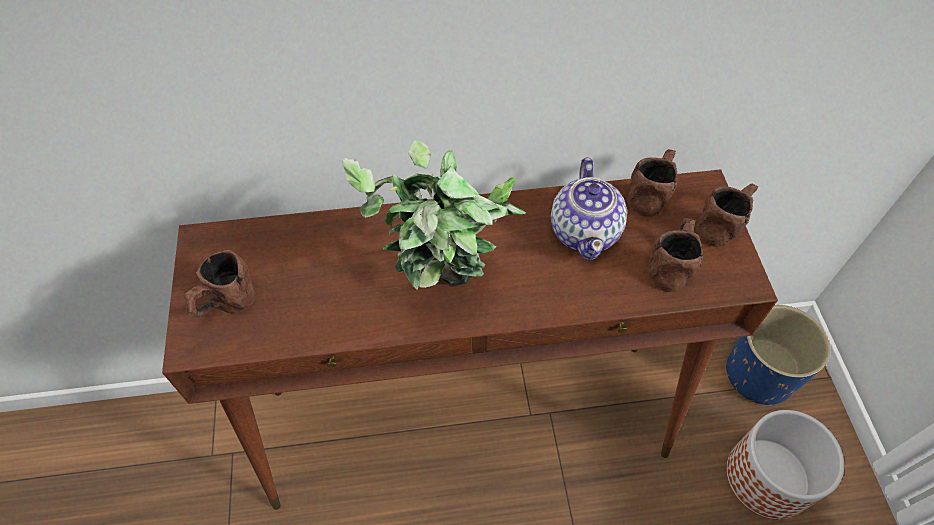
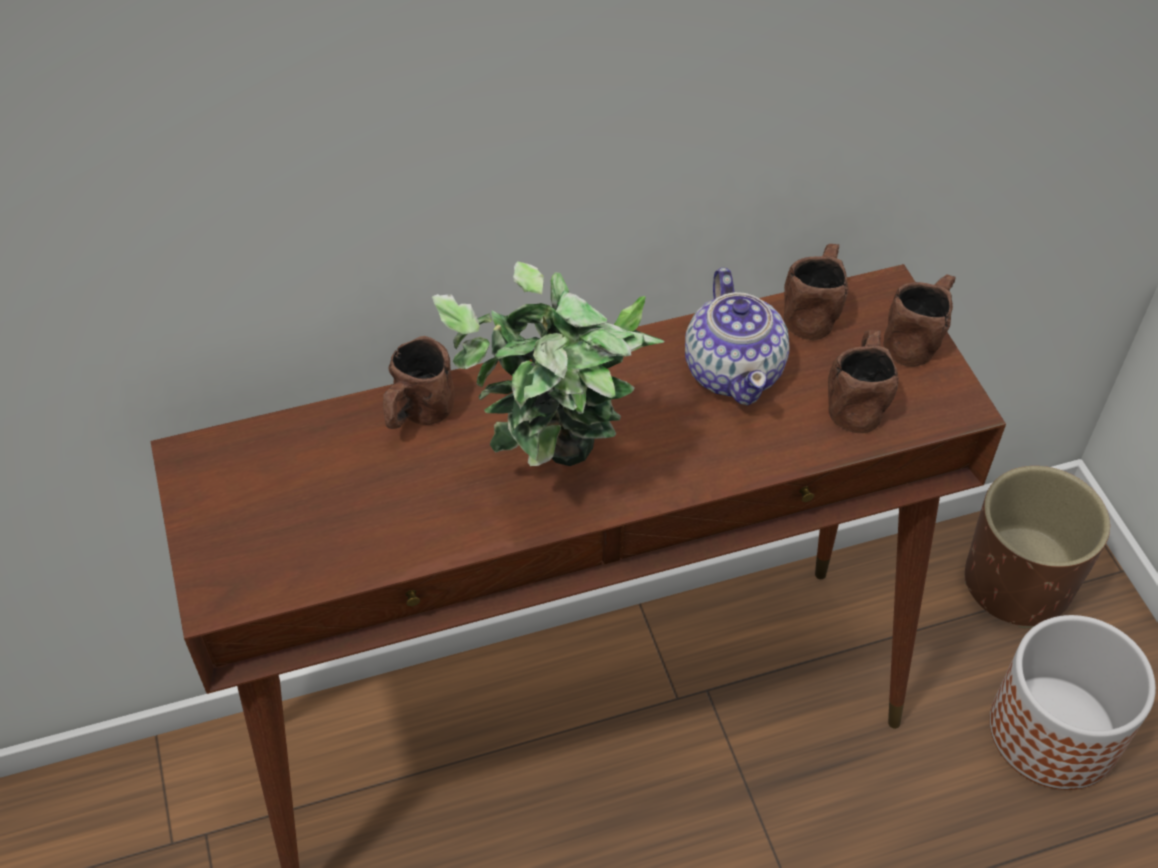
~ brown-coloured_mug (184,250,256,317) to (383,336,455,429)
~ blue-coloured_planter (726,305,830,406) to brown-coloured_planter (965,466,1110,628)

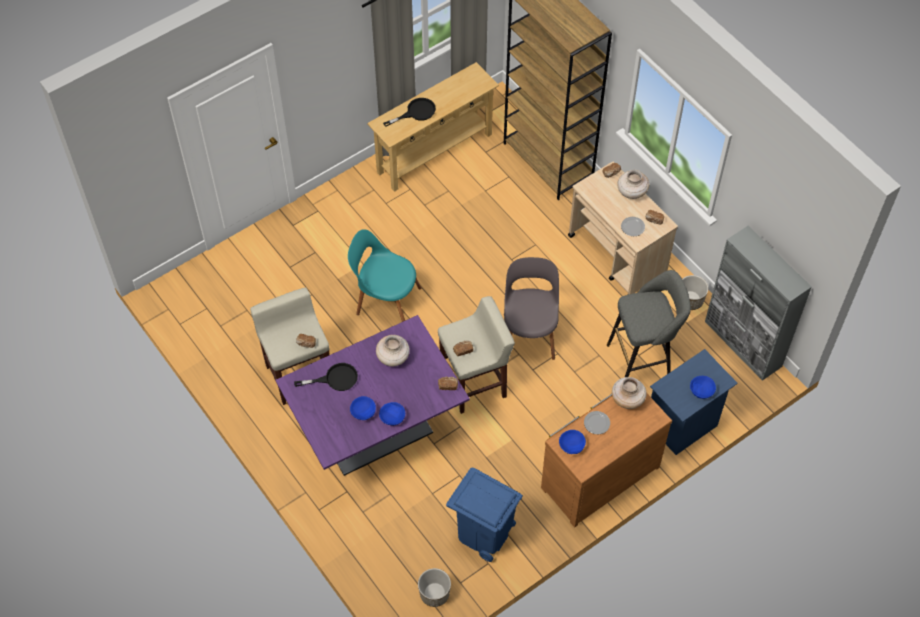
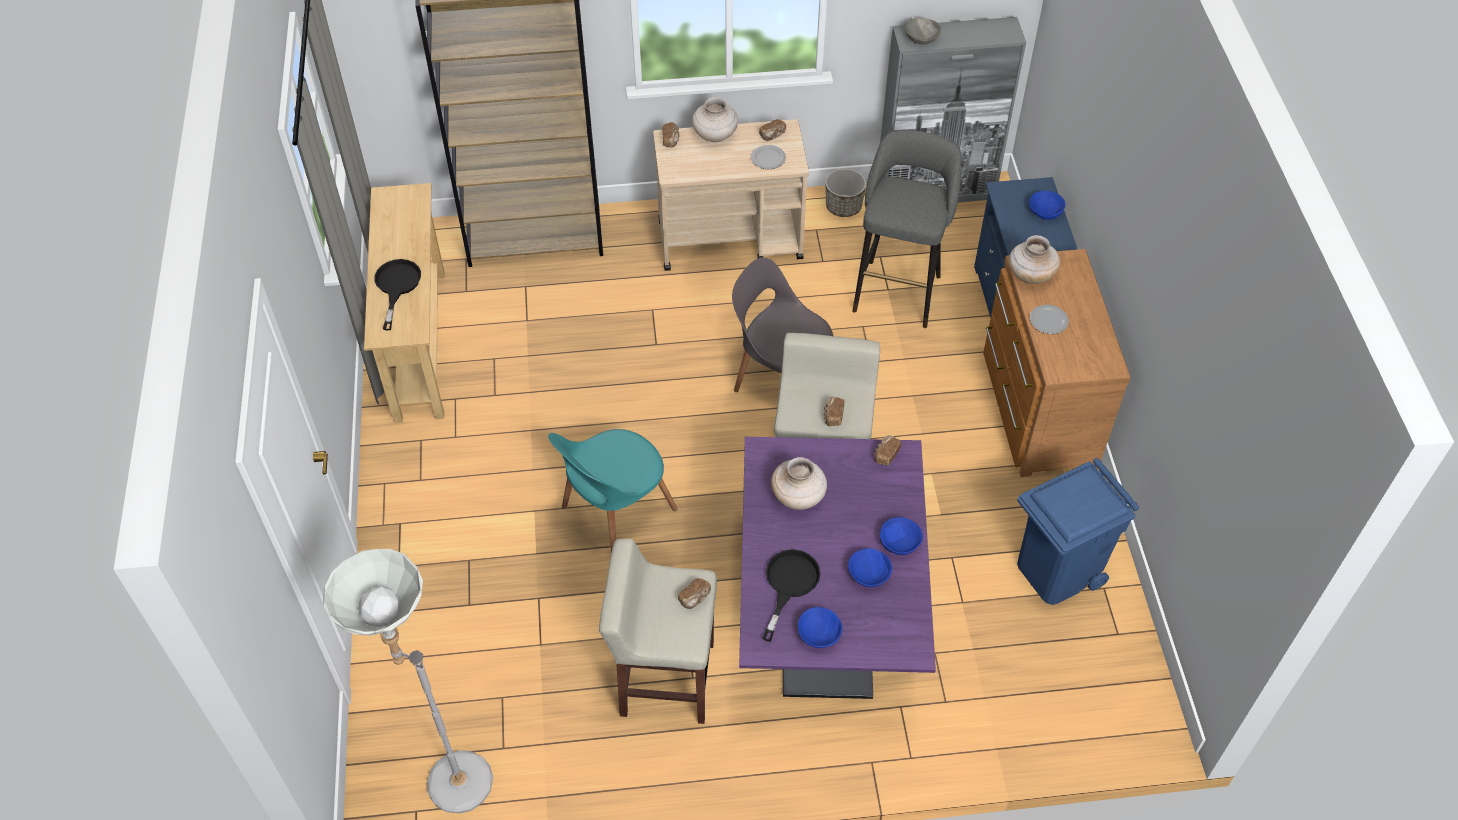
- planter (418,568,451,607)
~ blue-coloured_bowl (559,430,586,454) to (798,607,843,648)
+ grey_standard_lamp (323,549,493,813)
+ grey_bowl (905,17,941,44)

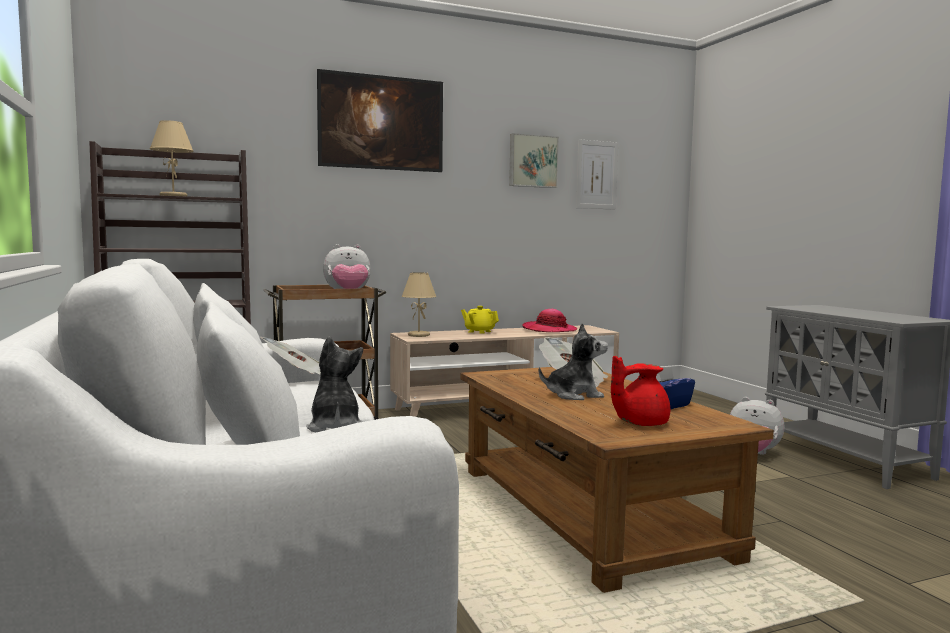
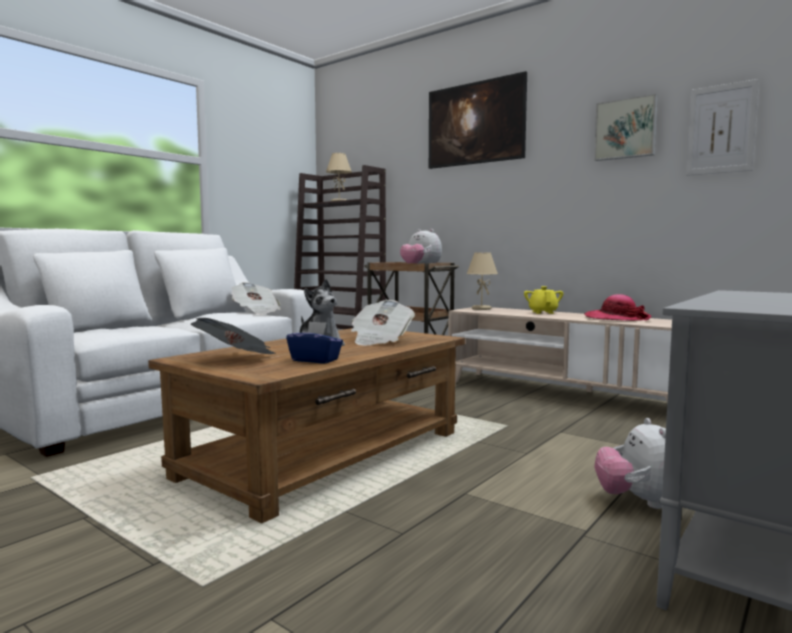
- soft_toy (306,336,363,432)
~ red_pot_for_tea (611,356,670,426) to printed_paper (191,318,276,354)

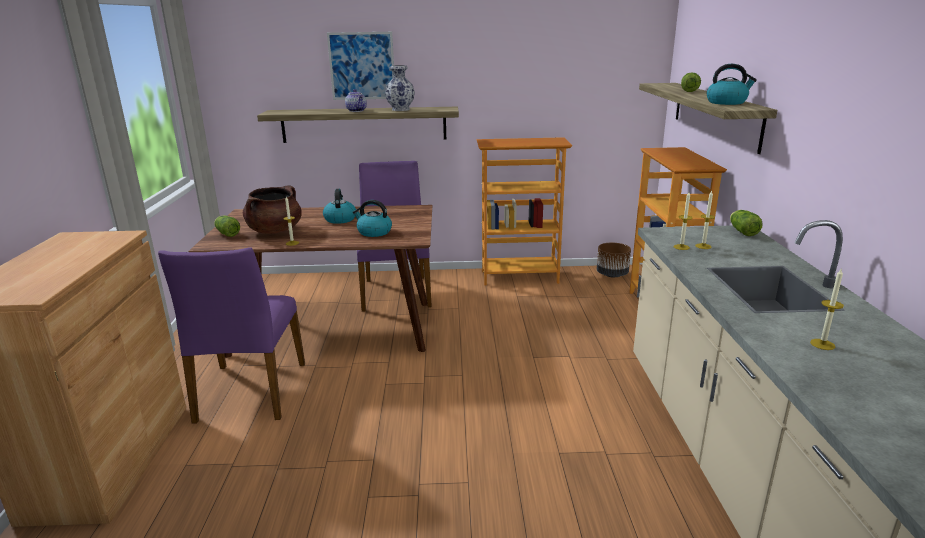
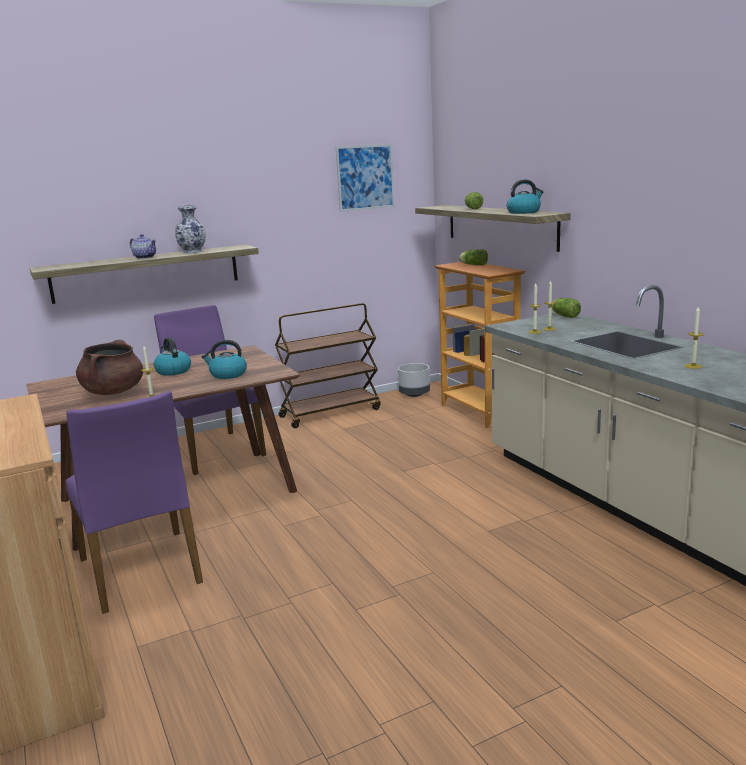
~ lettuce_head (214,216,240,237) to (459,249,488,265)
~ wall_art (327,32,394,100) to (336,144,395,212)
~ bookcase (476,137,572,286) to brown-coloured_cart (275,303,381,428)
~ brown-coloured_planter (597,243,631,277) to grey_planter (398,363,430,397)

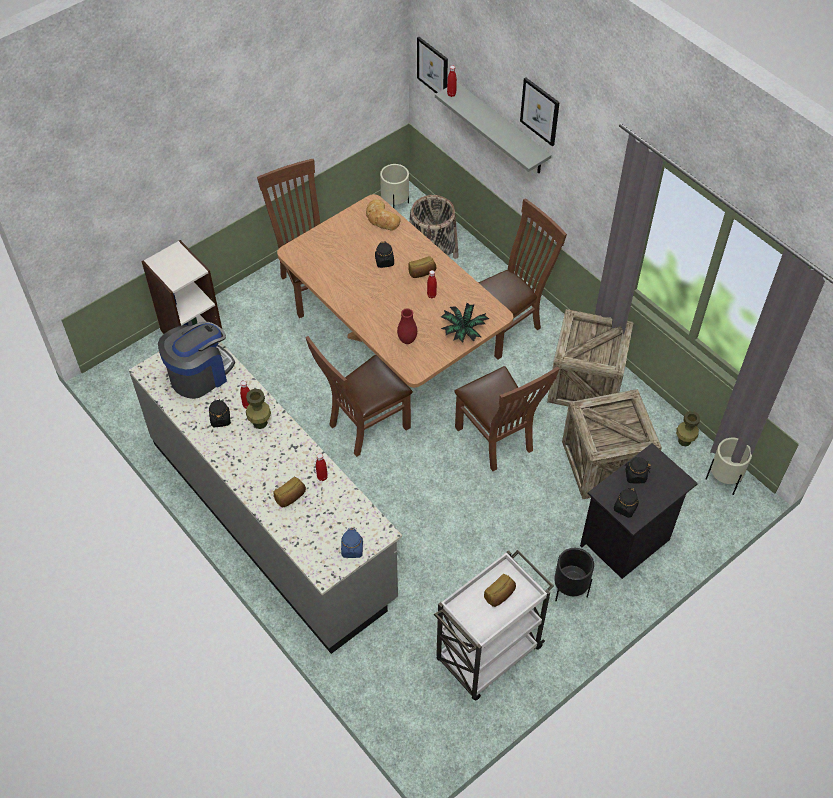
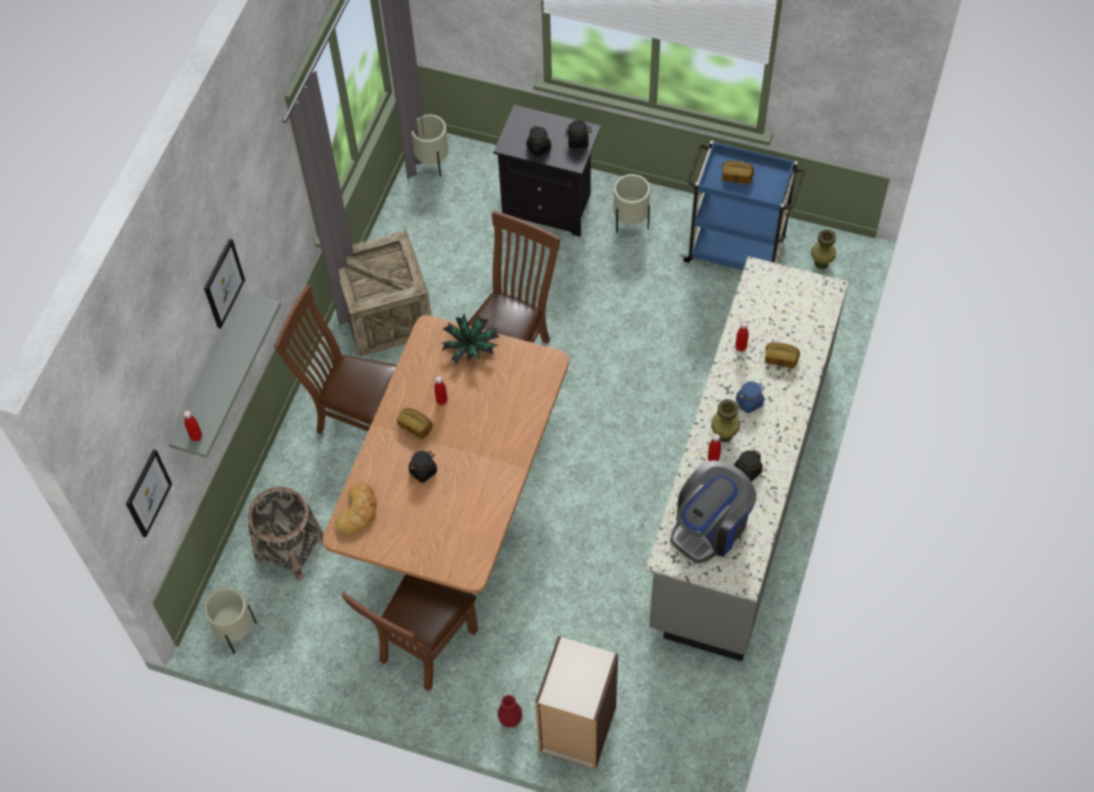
~ coffee_maker (158,322,235,399) = (670,460,756,564) 60 degrees counterclockwise
- brown-coloured_plain_chair (305,336,413,457)
~ blue-coloured_jar (341,528,363,558) to (736,381,765,413)
~ red_flower_vase (397,308,417,344) to (498,695,522,727)
~ whitish_cart (434,550,553,700) to blue-coloured_cart (680,141,805,270)
~ black-coloured_planter (554,548,594,601) to beige_planter (613,174,650,233)
- shipping_crate (562,389,662,499)
~ green-coloured_flower_vase (676,411,700,446) to (811,229,836,269)

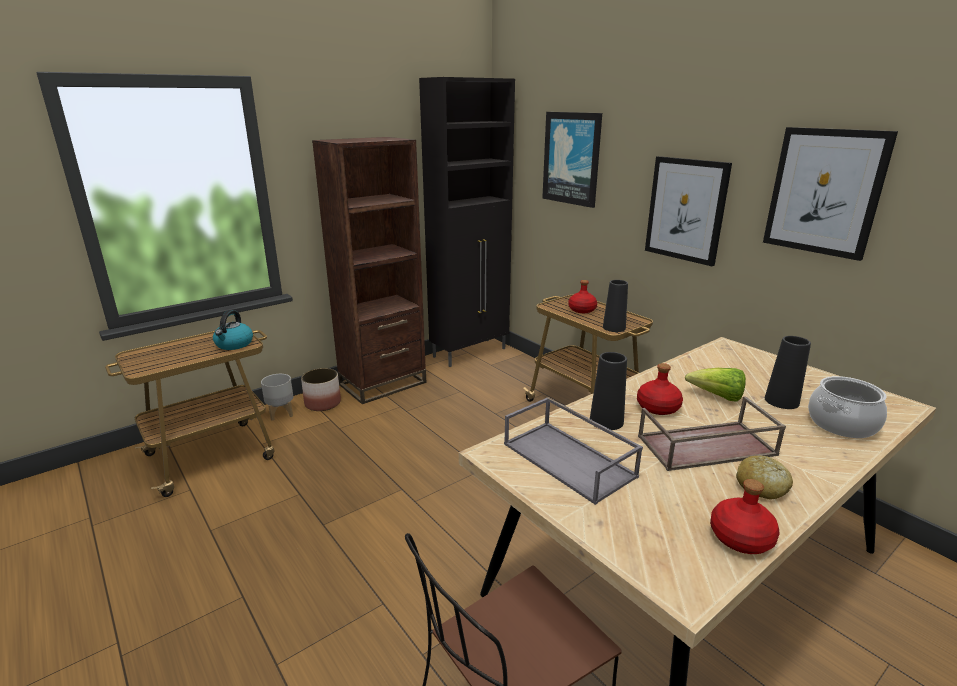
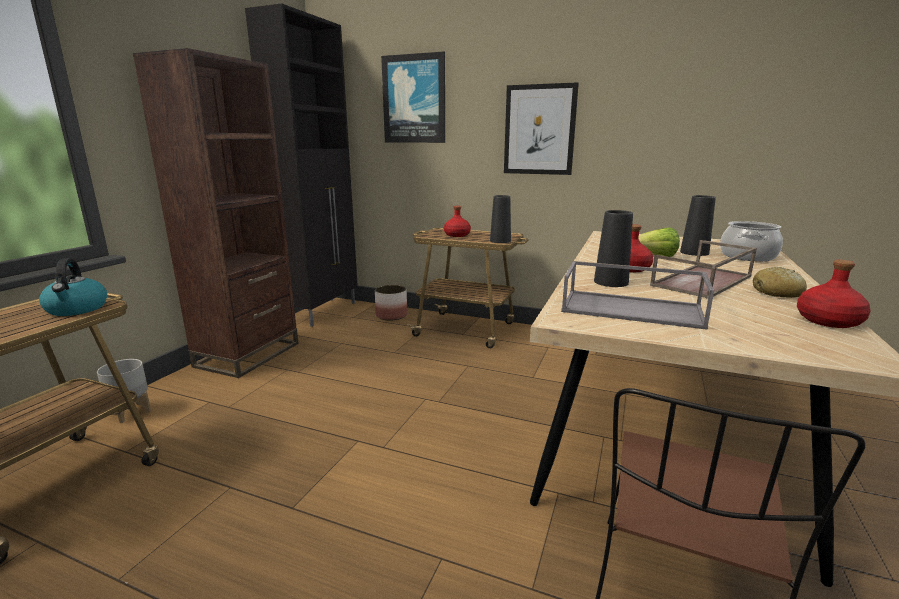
~ planter (301,368,341,411) to (375,285,407,320)
- wall_art (763,127,898,261)

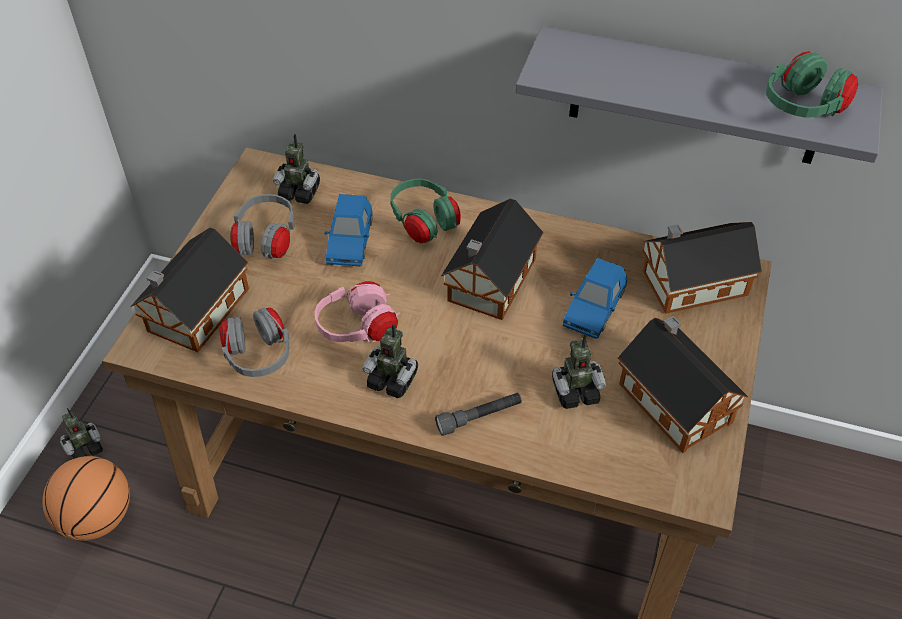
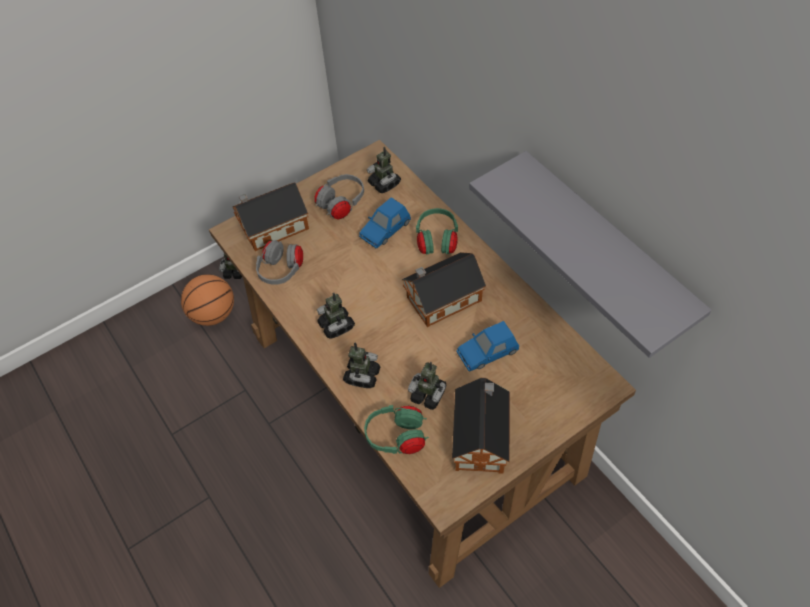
- pinkish_headphones (315,282,400,342)
~ grey_torch (435,393,522,436) to toy_robot (343,342,380,388)
- model_house (642,222,762,314)
~ green-coloured_headphones (766,52,858,118) to (364,405,429,454)

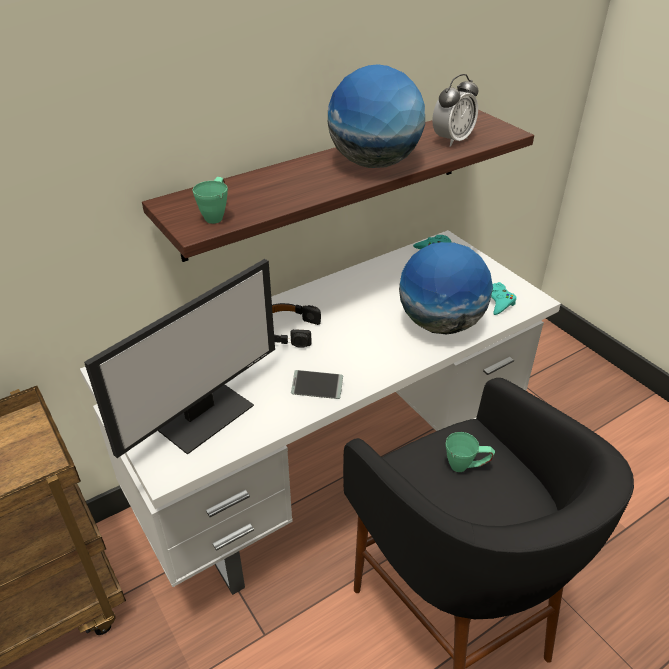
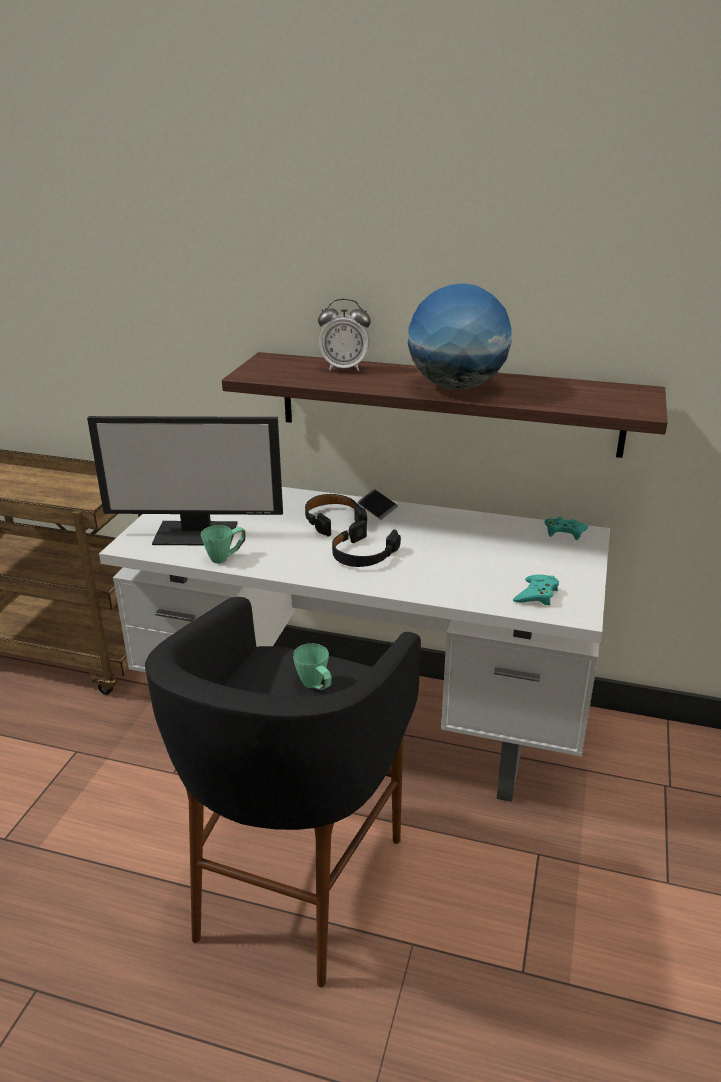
~ green-coloured_mug (193,177,228,224) to (201,525,246,563)
~ handset (291,370,343,399) to (358,489,398,520)
- world_globe (399,242,493,334)
~ table_clock (432,74,479,147) to (318,298,371,371)
+ black-coloured_headphones (332,520,401,567)

